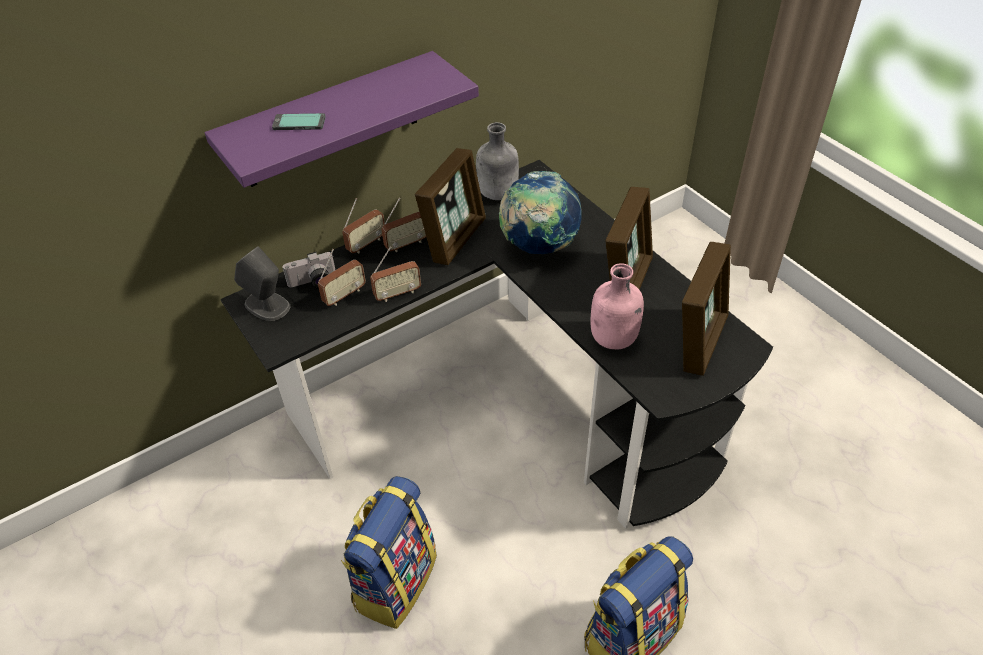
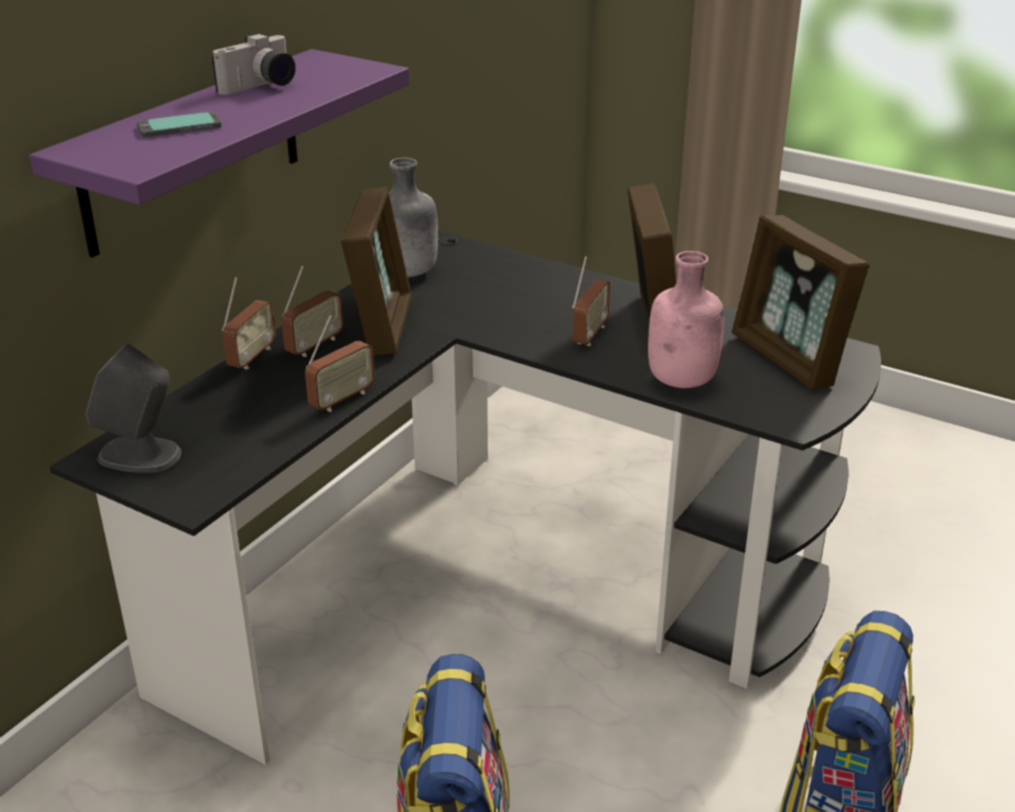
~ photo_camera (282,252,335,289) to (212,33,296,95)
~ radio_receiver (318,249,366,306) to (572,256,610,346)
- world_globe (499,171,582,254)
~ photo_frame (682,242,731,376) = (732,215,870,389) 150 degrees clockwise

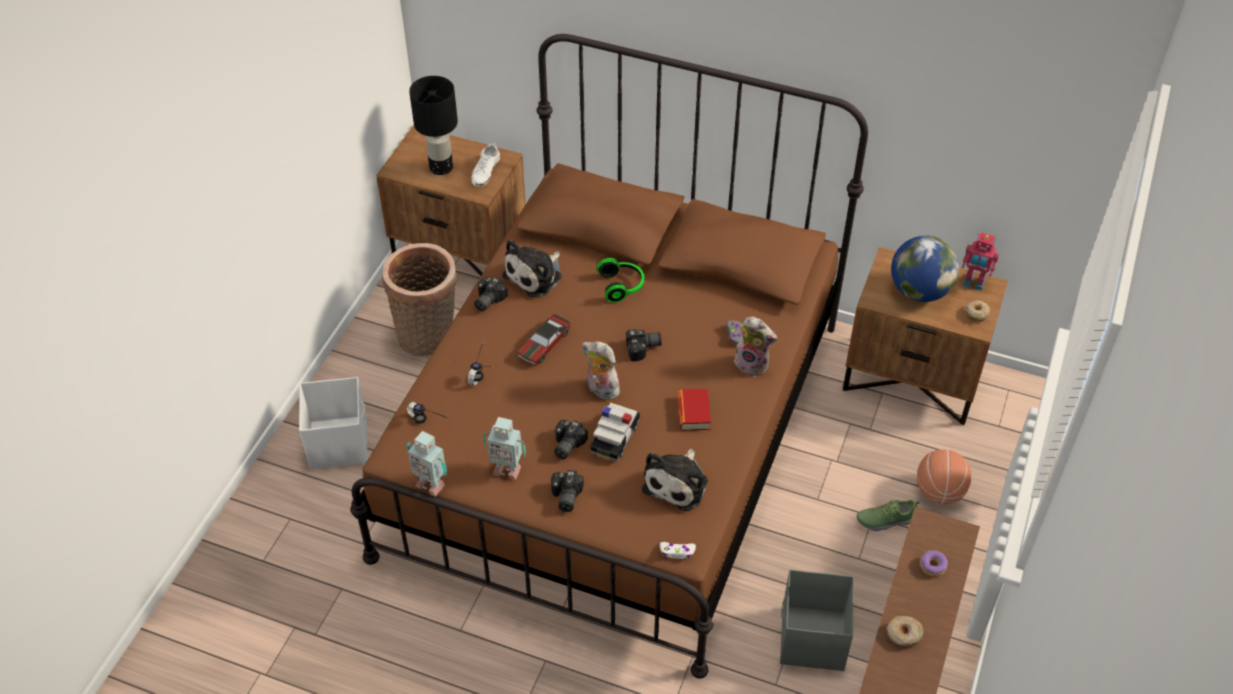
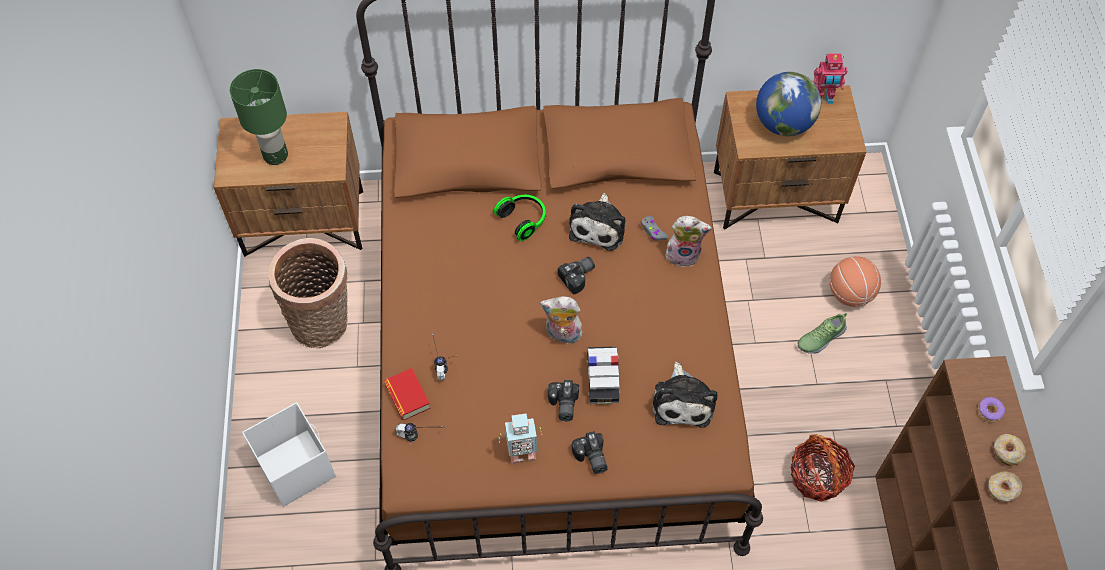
- toy_robot (407,431,447,497)
~ black-coloured_table_lamp (409,76,458,175) to green-coloured_table_lamp (230,69,288,165)
- whitish_low_shoe (471,143,500,187)
- photo_camera (474,277,508,311)
~ soft_toy (502,240,562,297) to (569,193,625,251)
- toy_car (518,314,571,365)
- whitish_joypad (660,542,696,559)
~ bound_book (678,389,711,430) to (384,368,430,420)
~ grey_storage_box (780,569,854,671) to basket (791,434,855,502)
~ ring_doughnut (965,300,990,322) to (994,434,1026,466)

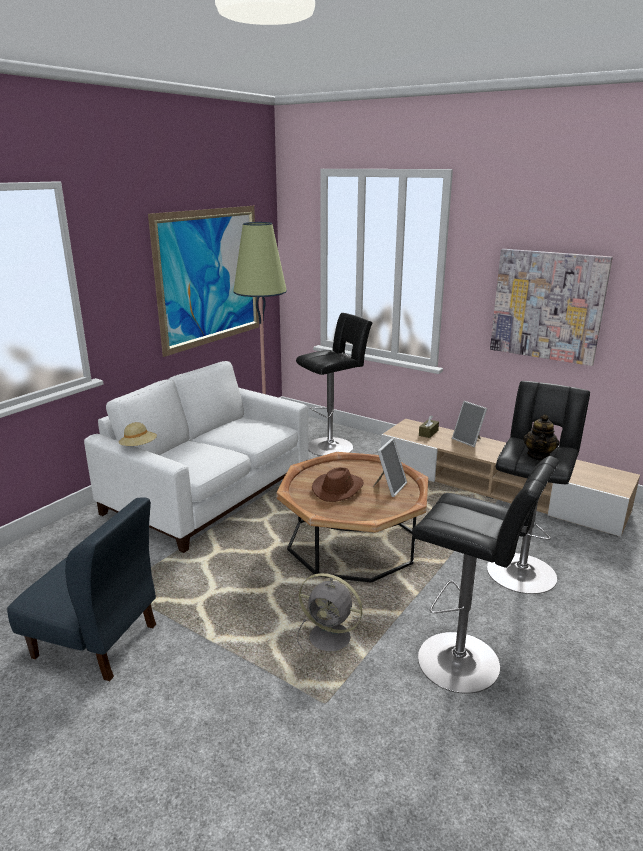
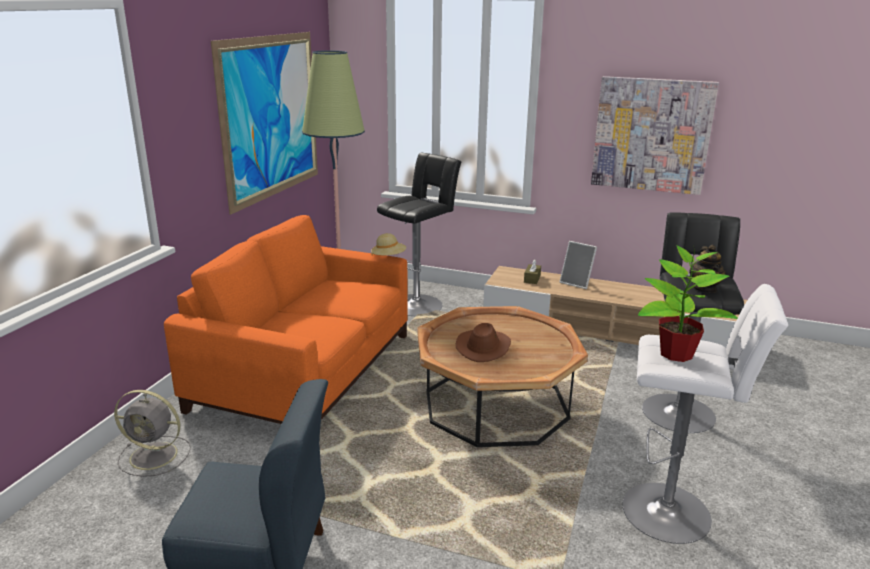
~ whitish_couch (84,361,309,553) to orange_couch (164,215,408,424)
~ beige_clothing_hat (119,422,157,446) to (371,233,406,255)
~ grey_fan (297,573,363,651) to (114,390,191,477)
- photo_frame (373,438,407,497)
~ black-coloured_stool (412,456,559,694) to whitish_stool (622,284,788,544)
+ plant_in_a_pot (638,245,738,362)

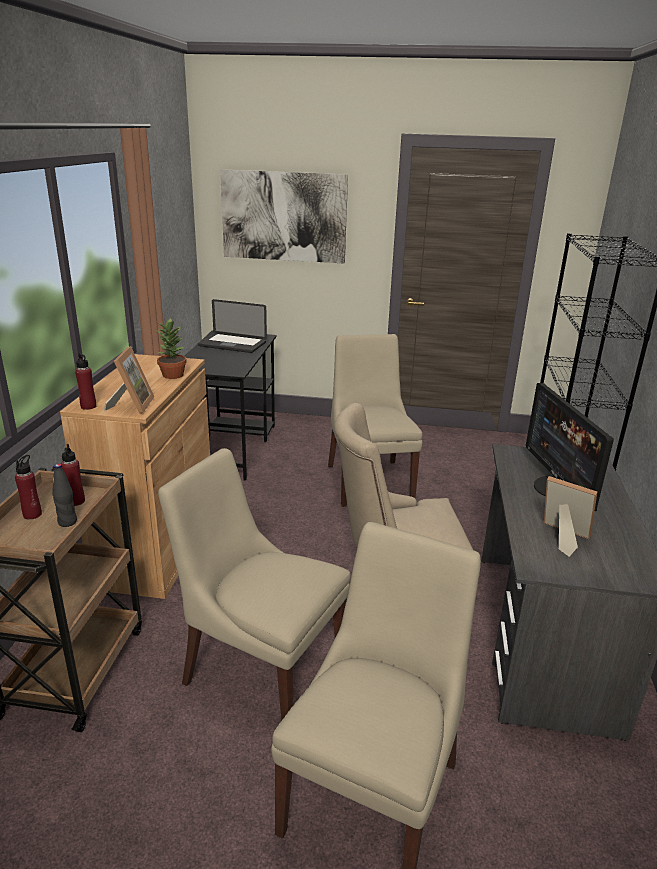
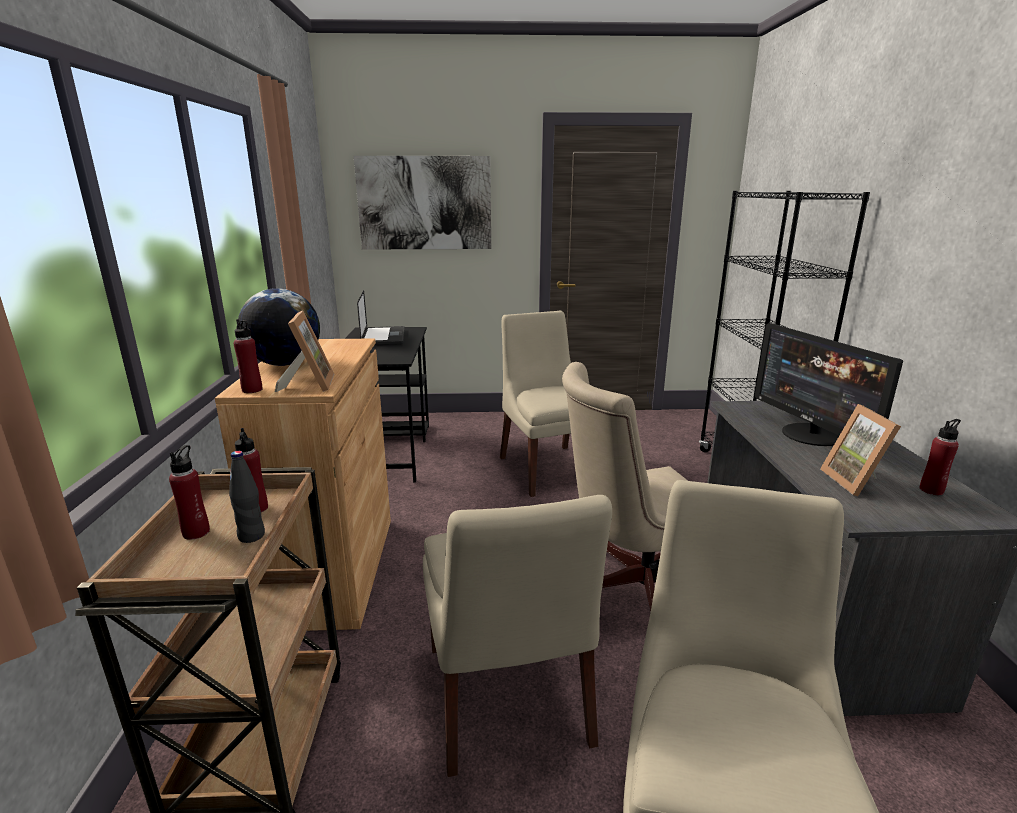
- plant_in_a_pot (157,318,187,379)
~ beige_plain_chair (158,448,351,721) = (423,495,612,777) 120 degrees counterclockwise
~ portable_computer (198,299,267,353) = (357,290,405,345) 105 degrees counterclockwise
~ photo_frame (544,476,597,557) = (820,404,901,496) 120 degrees counterclockwise
+ world_globe (238,288,320,366)
+ red_bottle (919,419,961,495)

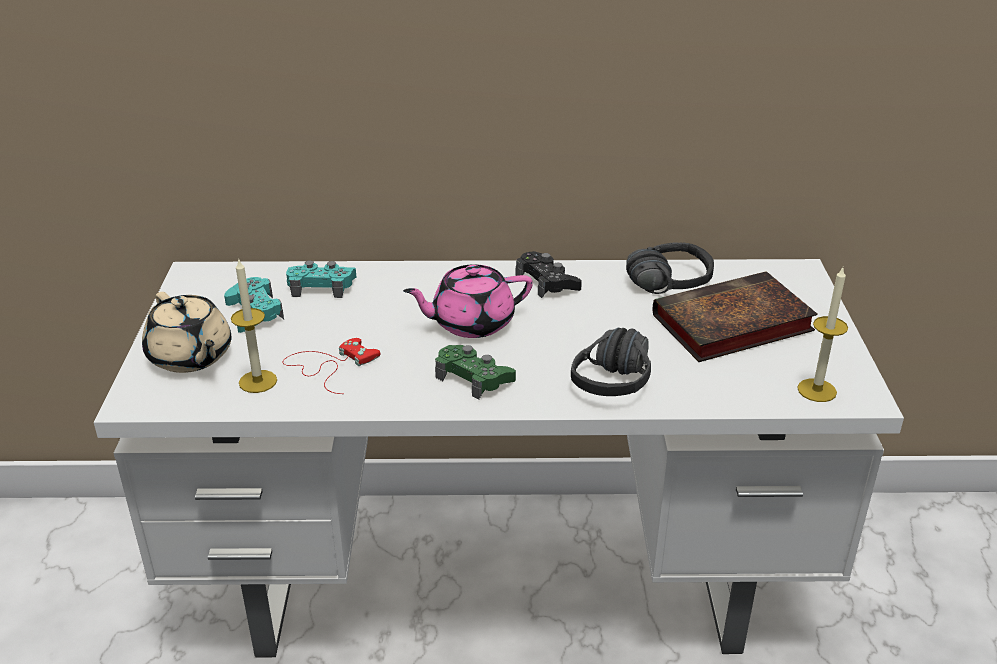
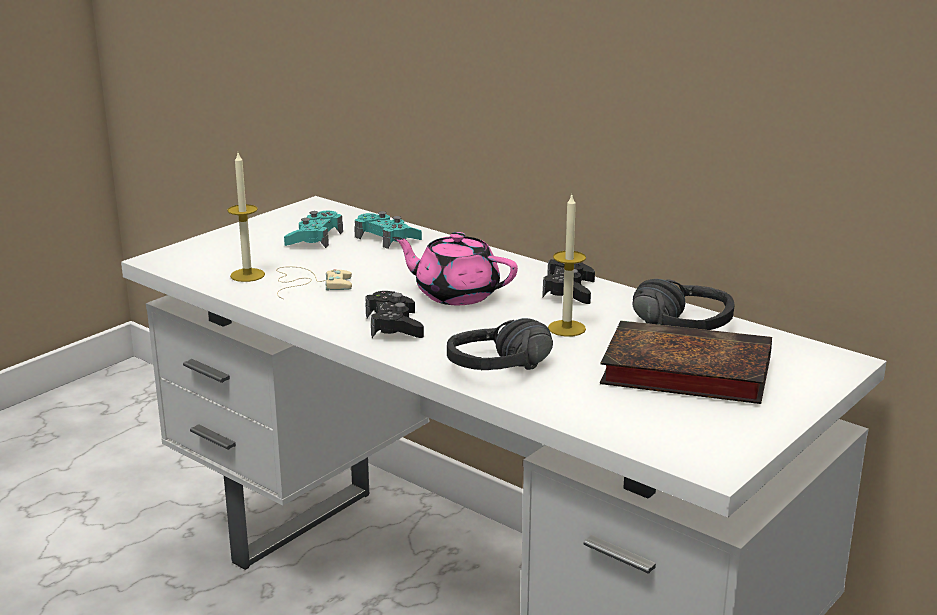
- beige_pot_for_tea (142,292,231,373)
~ red_joypad (282,338,380,394) to beige_joypad (276,266,352,299)
~ green-coloured_joypad (435,345,516,400) to black-coloured_joypad (365,291,424,338)
~ wax_light (797,268,848,402) to (548,193,586,337)

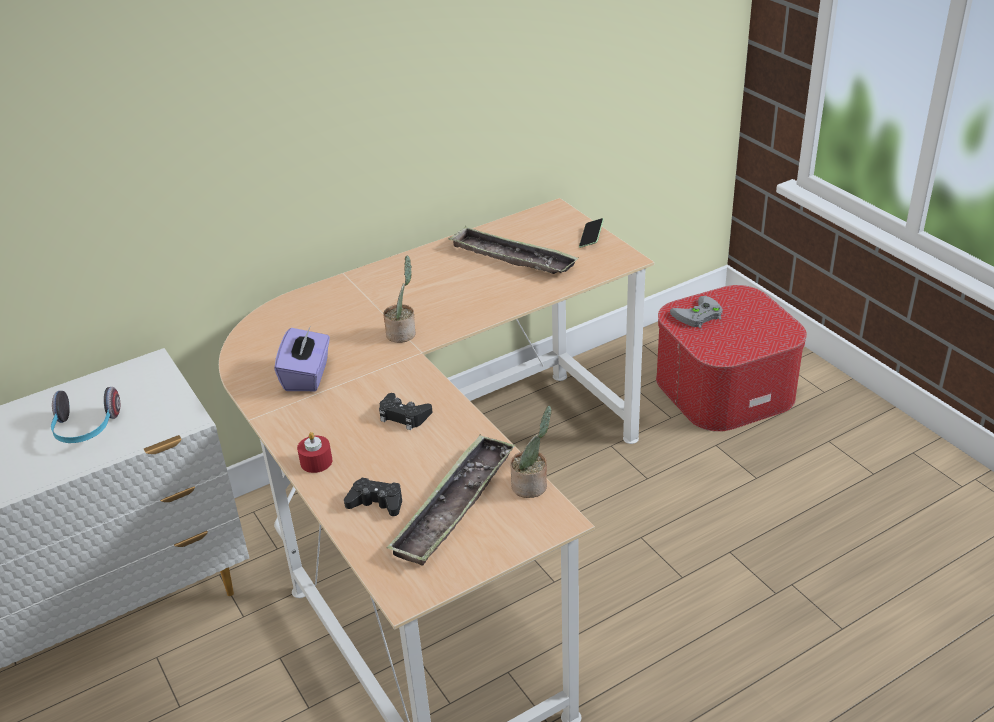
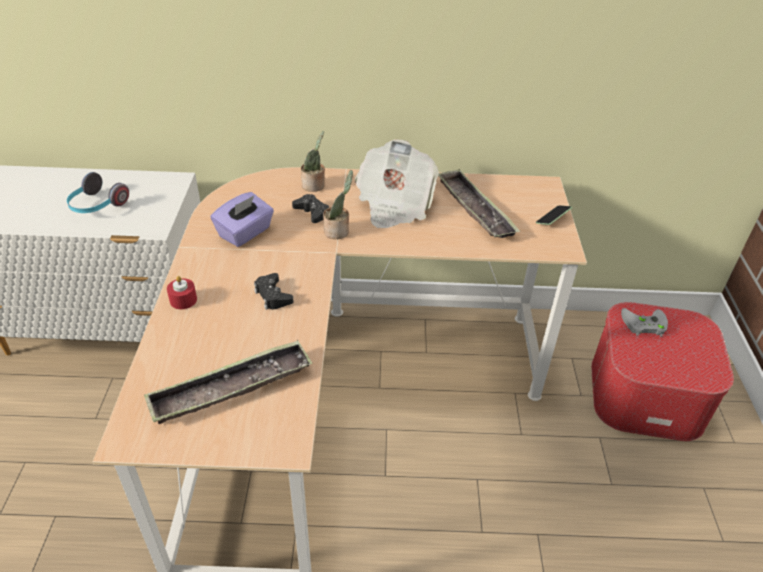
~ black-coloured_joypad (344,478,402,516) to (292,194,329,223)
~ plant_in_a_pot (510,406,552,498) to (301,131,325,192)
+ printed_paper (355,139,439,228)

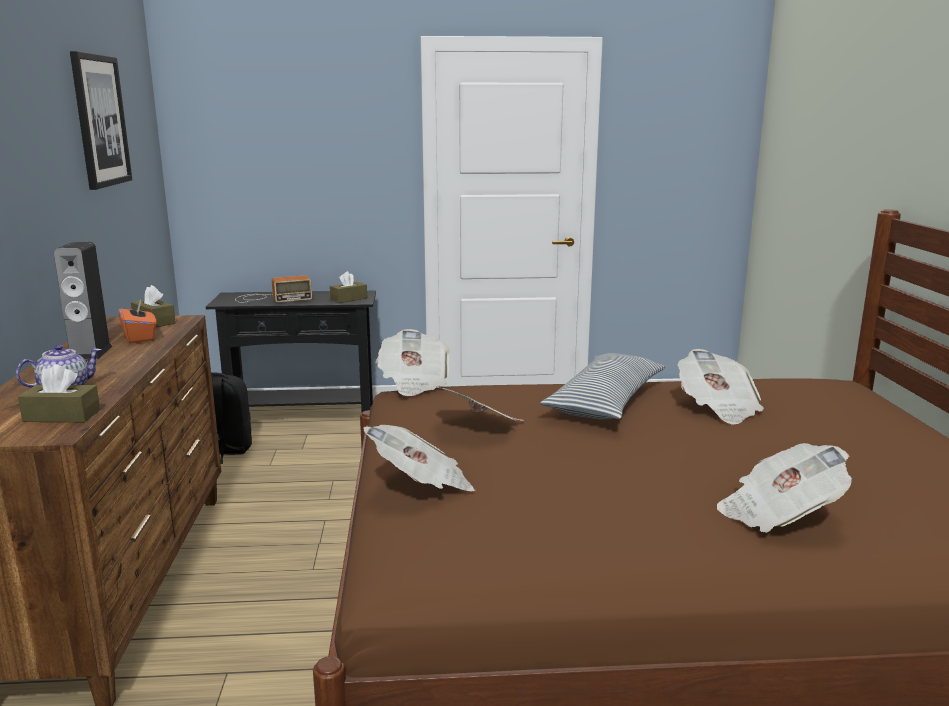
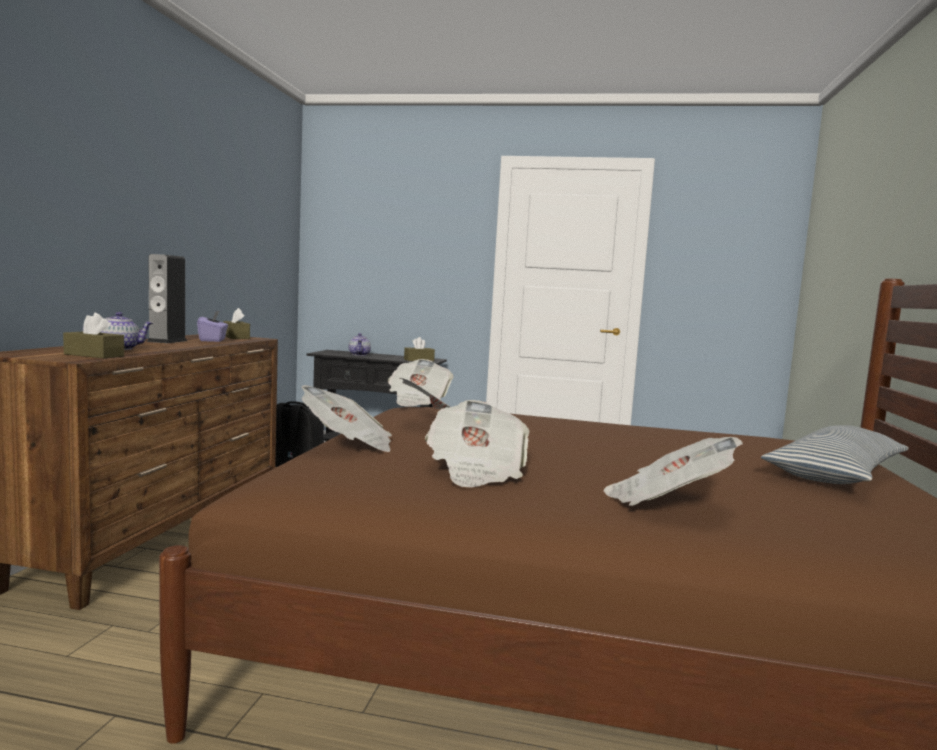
- wall_art (70,51,132,190)
~ orange_box_of_tissues (118,298,156,344) to purple-coloured_box_of_tissues (197,310,228,342)
~ radio_receiver (235,275,312,303) to pot_for_tea (349,333,371,356)
~ cushion (540,353,666,420) to (761,425,909,484)
~ printed_paper (678,349,764,425) to (425,400,530,487)

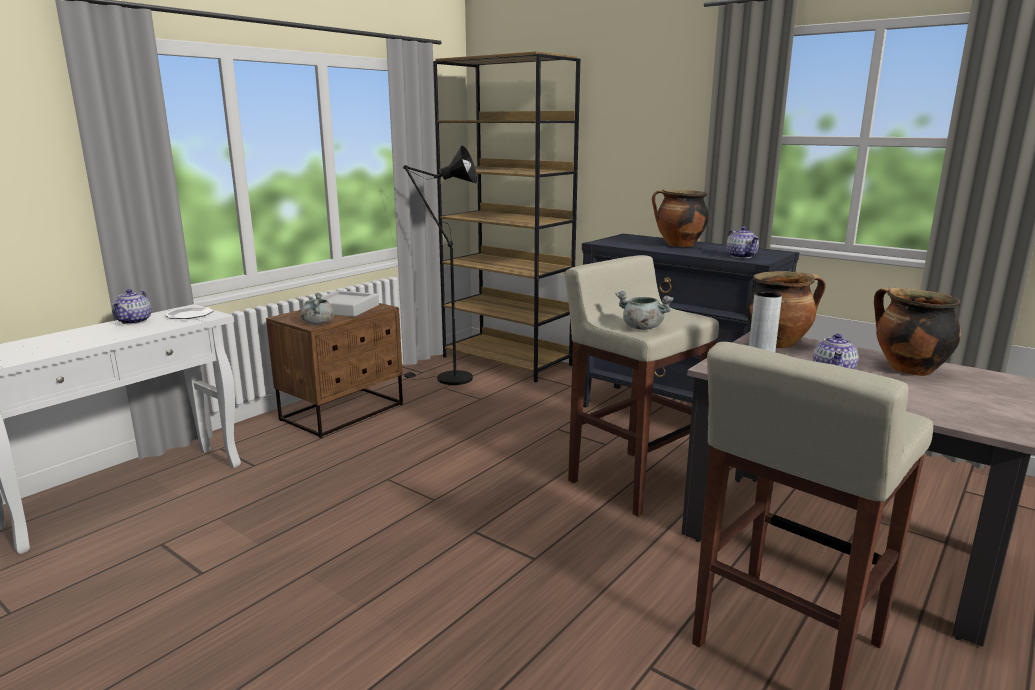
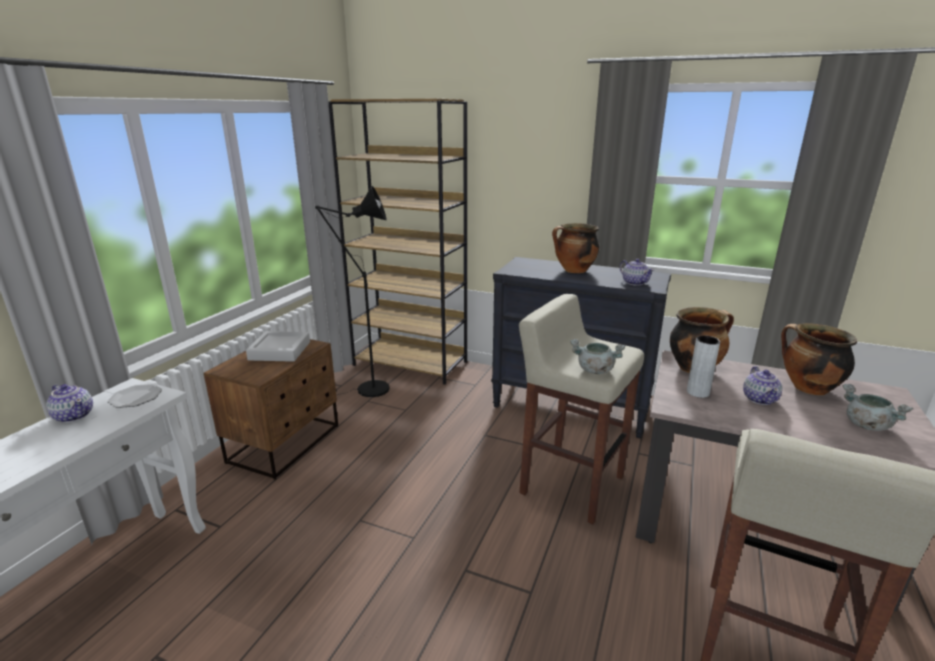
~ pot_for_tea (112,289,152,324) = (46,384,93,423) 45 degrees counterclockwise
~ grey_saucepot (301,293,334,324) to (842,384,913,431)

